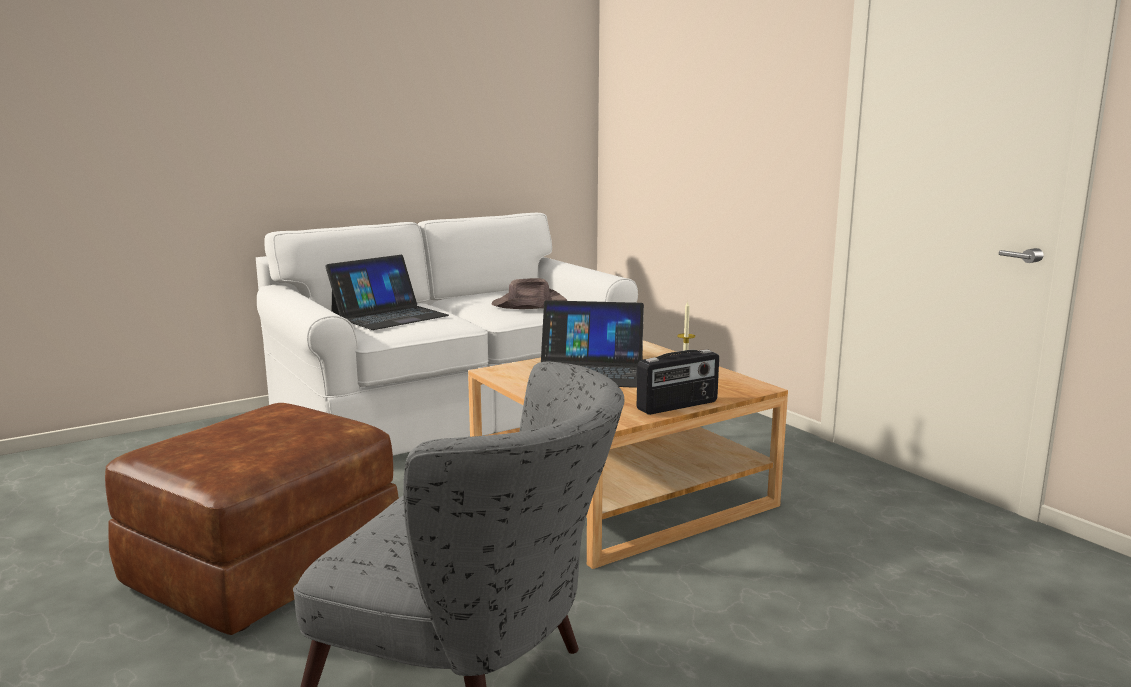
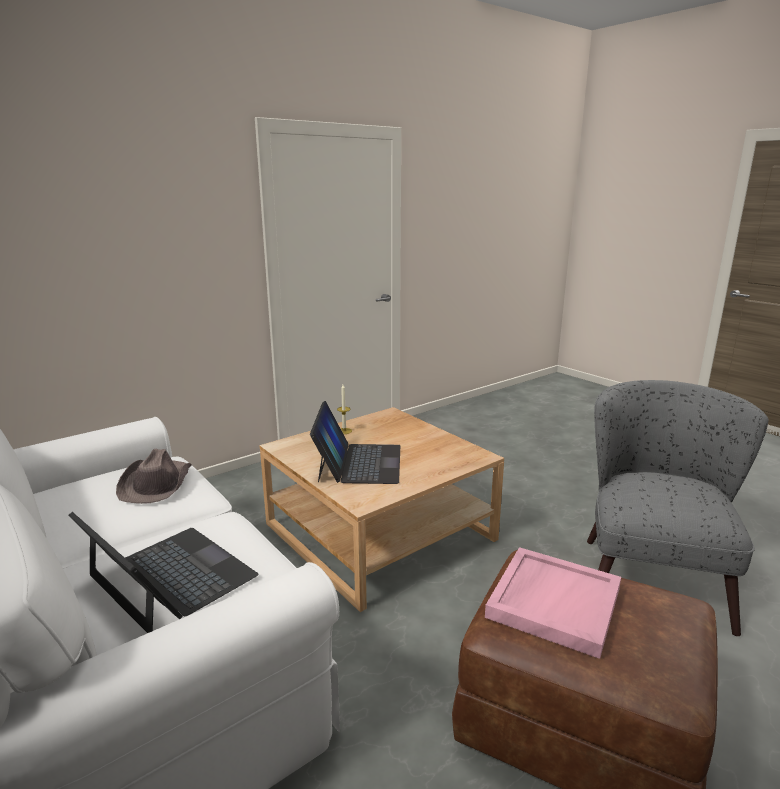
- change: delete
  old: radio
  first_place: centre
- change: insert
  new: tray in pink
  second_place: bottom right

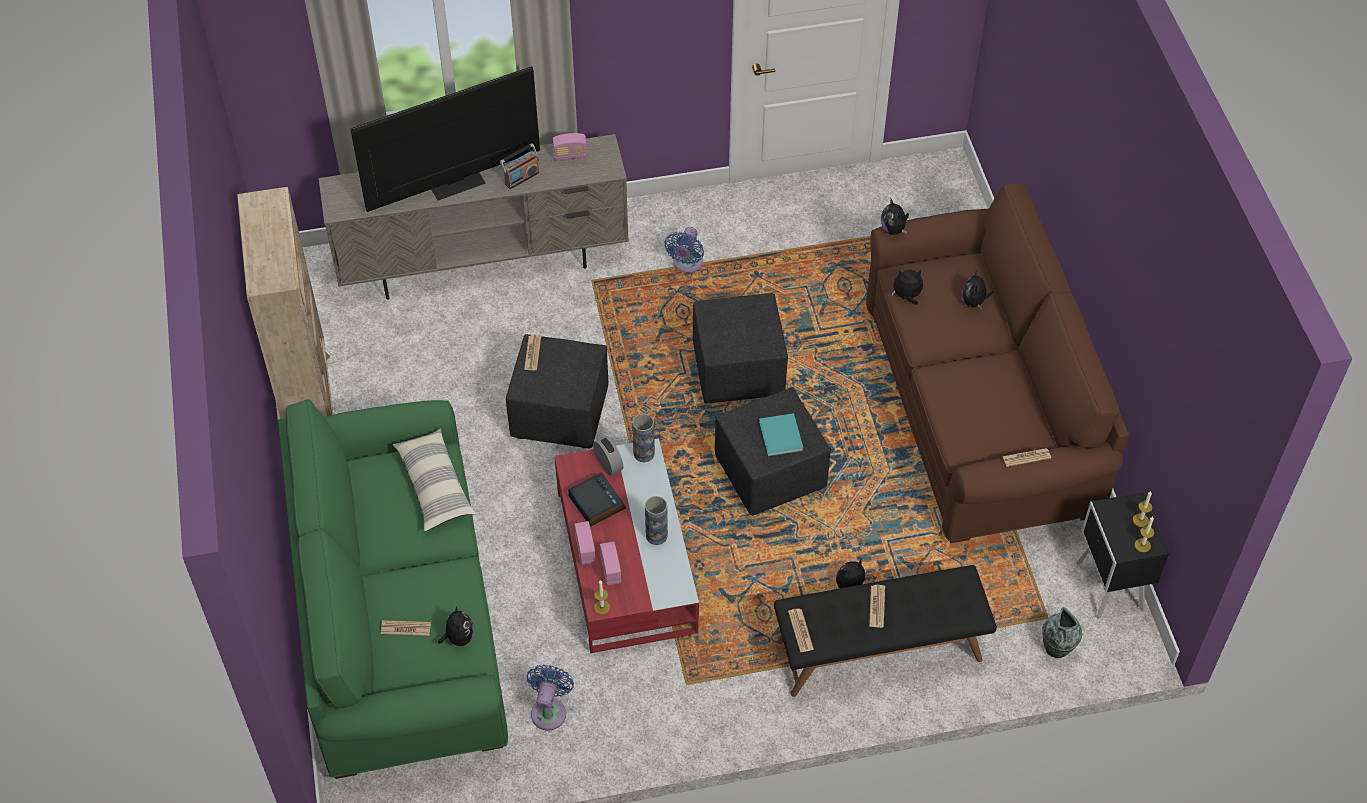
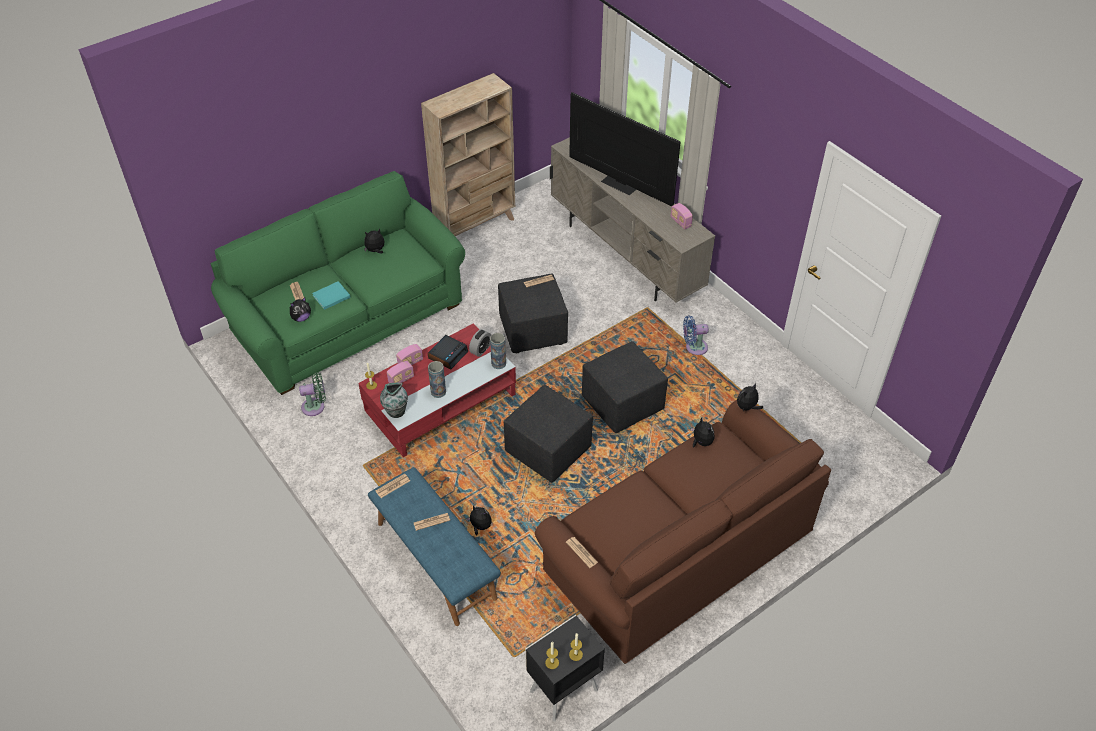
- change: delete
  old: pillow
  first_place: middle left
- change: delete
  old: radio (1st from left)
  first_place: top centre
- change: recolor
  old: fan in blue (1st from left)
  new: fan in green
  first_place: bottom centre
  second_place: middle left
- change: move
  old: book in turquoise
  first_place: centre
  second_place: middle left
- change: recolor
  old: bench in black
  new: bench in blue
  first_place: bottom centre
  second_place: bottom centre
- change: move
  old: plush toy (5th from left in the first image)
  new: plush toy (2nd from left)
  first_place: middle right
  second_place: top centre
- change: move
  old: vase (3rd from left in the first image)
  new: vase (1st from left)
  first_place: bottom right
  second_place: centre

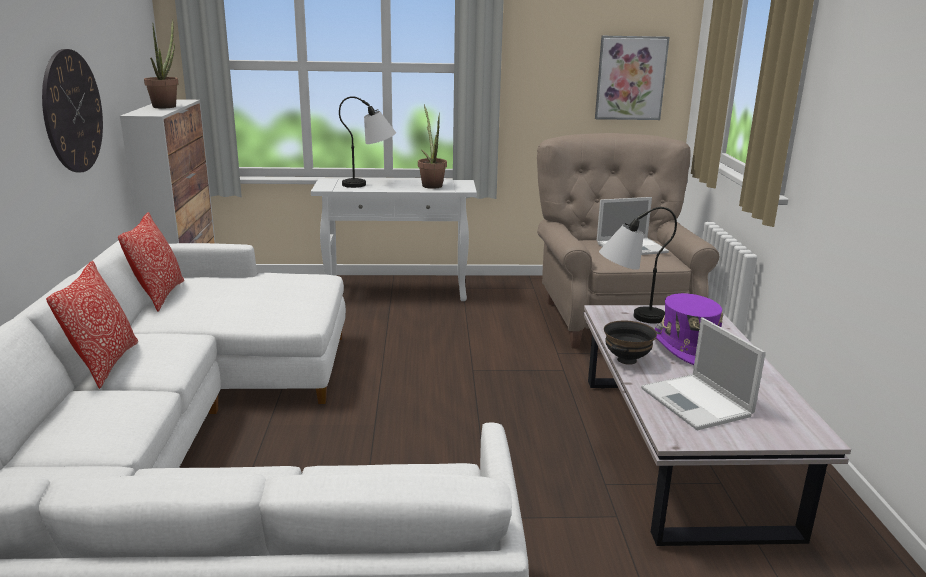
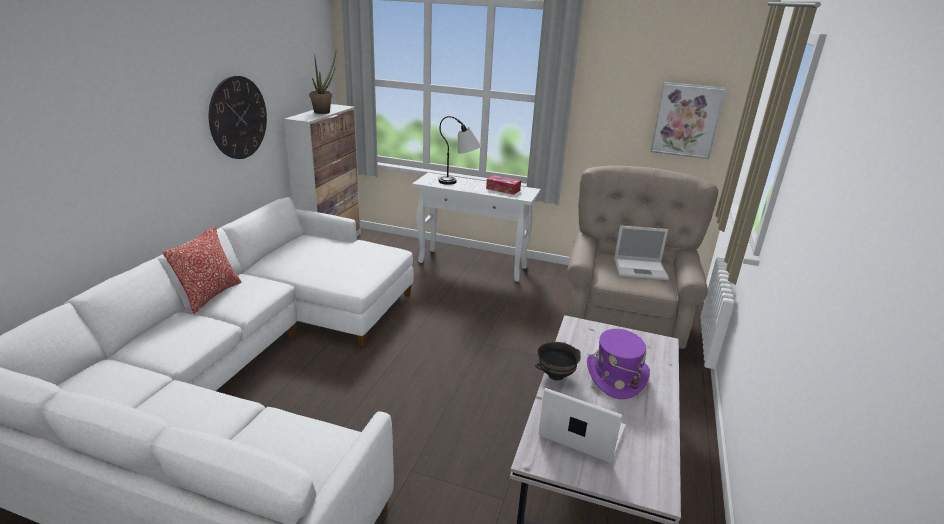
- change: delete
  old: pillow (2nd from left)
  first_place: middle left
- change: replace
  old: potted plant (2nd from left)
  new: tissue box
  first_place: top centre
  second_place: centre
- change: delete
  old: table lamp (2nd from left)
  first_place: middle right
- change: rotate
  old: laptop (2nd from left in the first image)
  first_place: middle right
  second_place: bottom centre
  degrees: 120

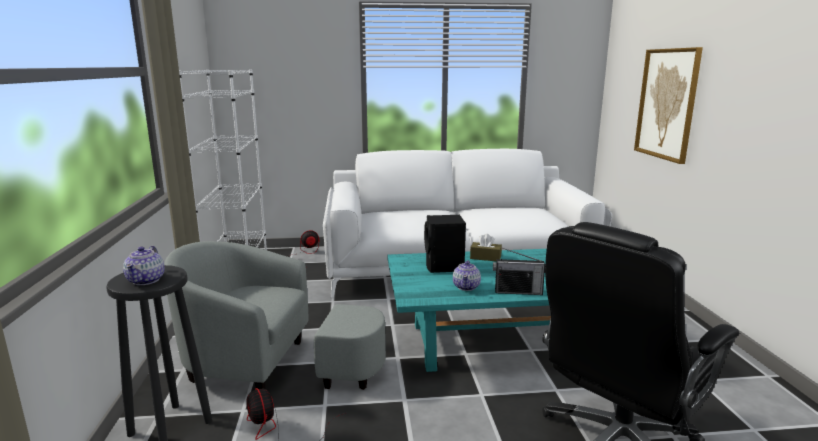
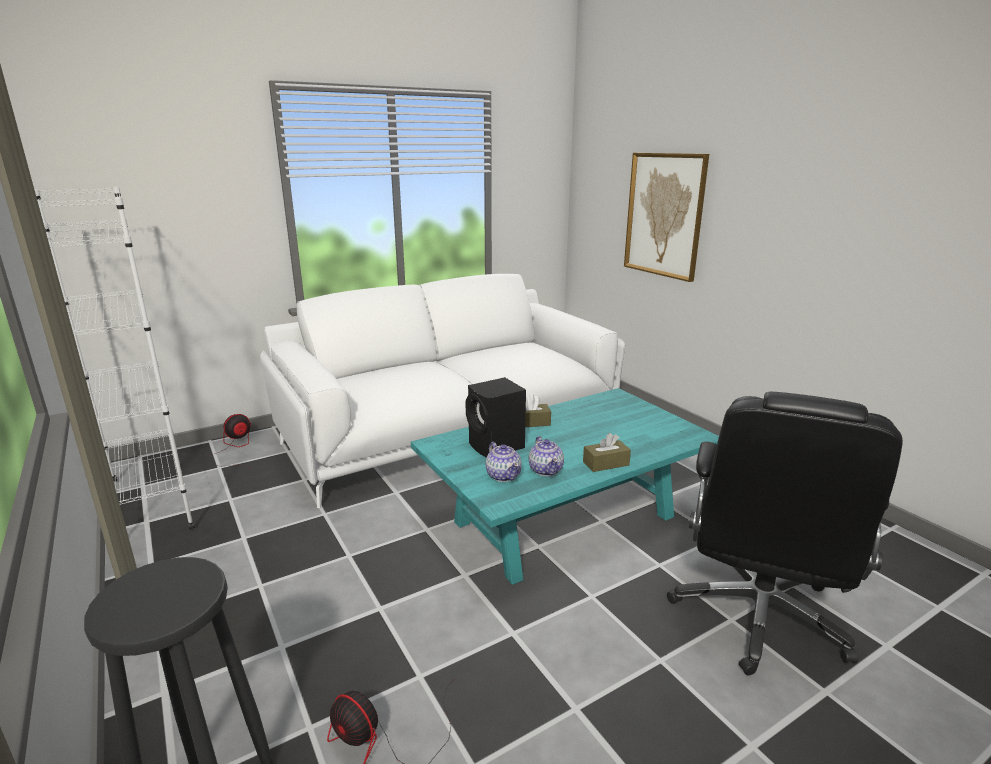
- change: move
  old: teapot (1st from left)
  first_place: middle left
  second_place: centre
- change: delete
  old: armchair in grey
  first_place: bottom centre
- change: replace
  old: radio
  new: tissue box in brown (2nd from left)
  first_place: centre
  second_place: centre

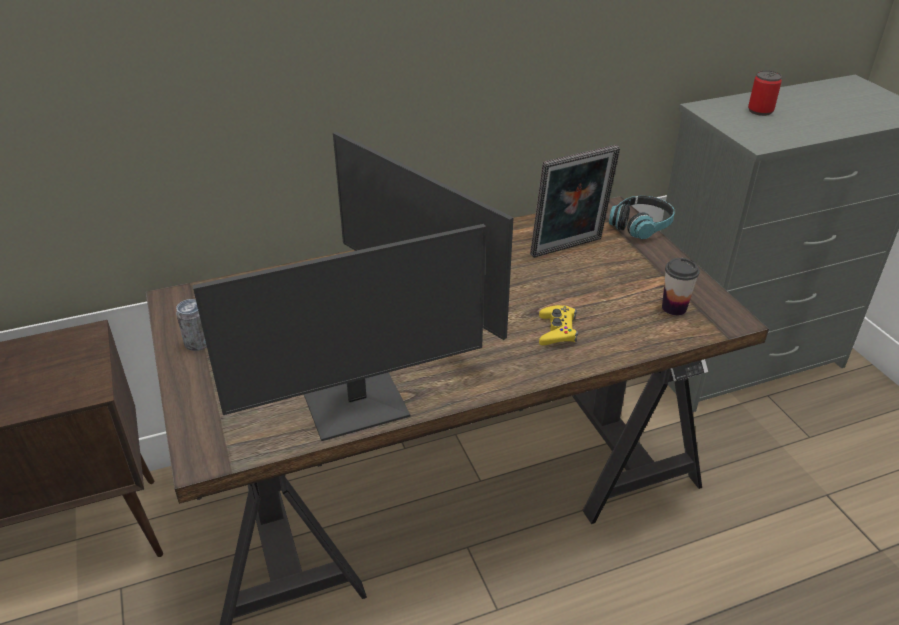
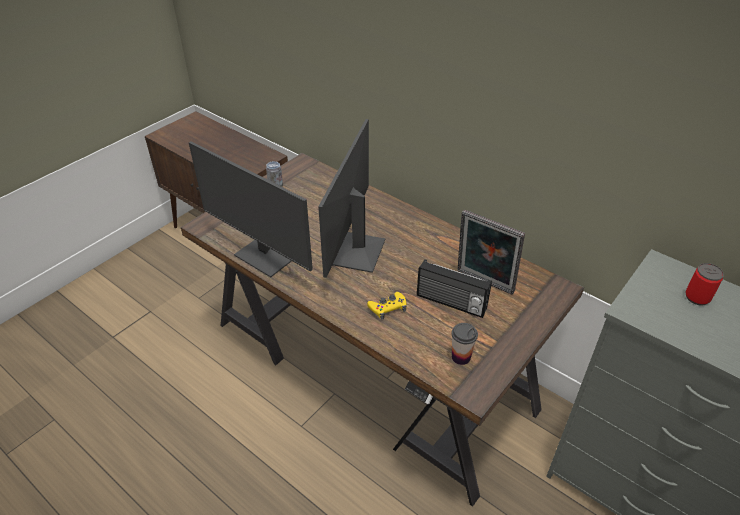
- change: delete
  old: headphones
  first_place: middle right
- change: insert
  new: radio
  second_place: centre

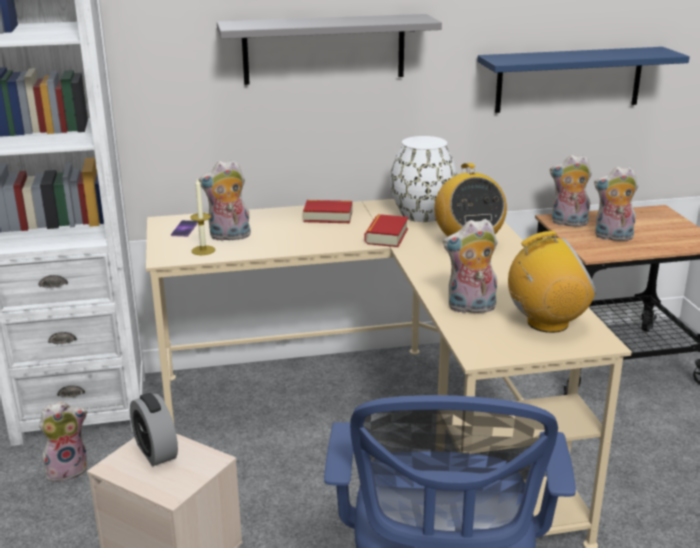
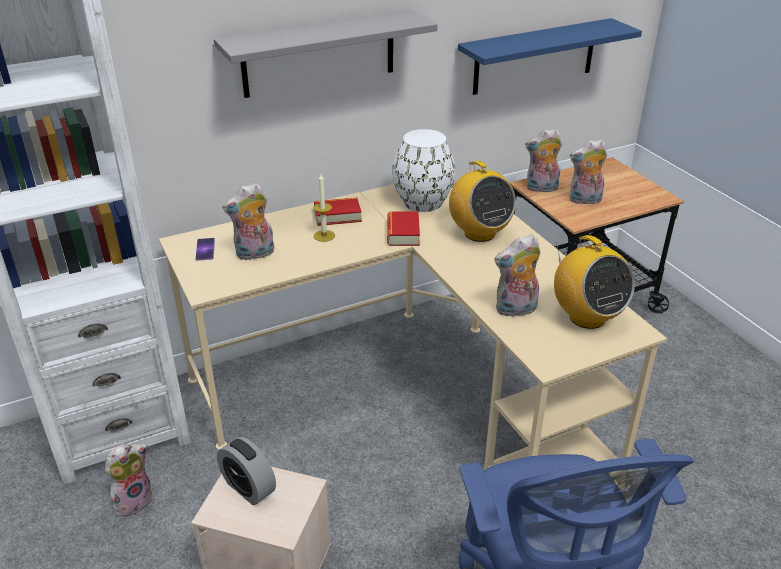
- change: move
  old: candle
  first_place: middle left
  second_place: centre
- change: rotate
  old: radio (2nd from left)
  first_place: middle right
  second_place: middle right
  degrees: 90

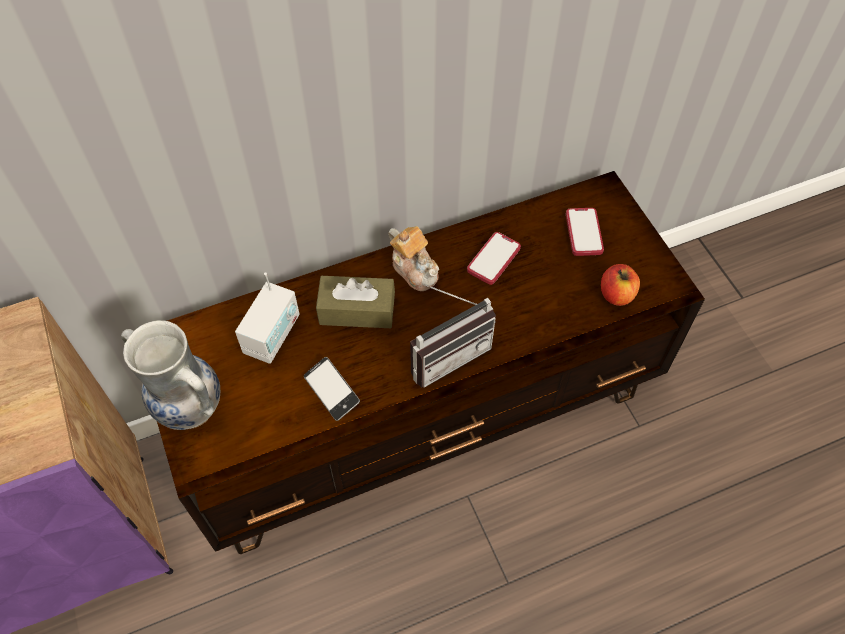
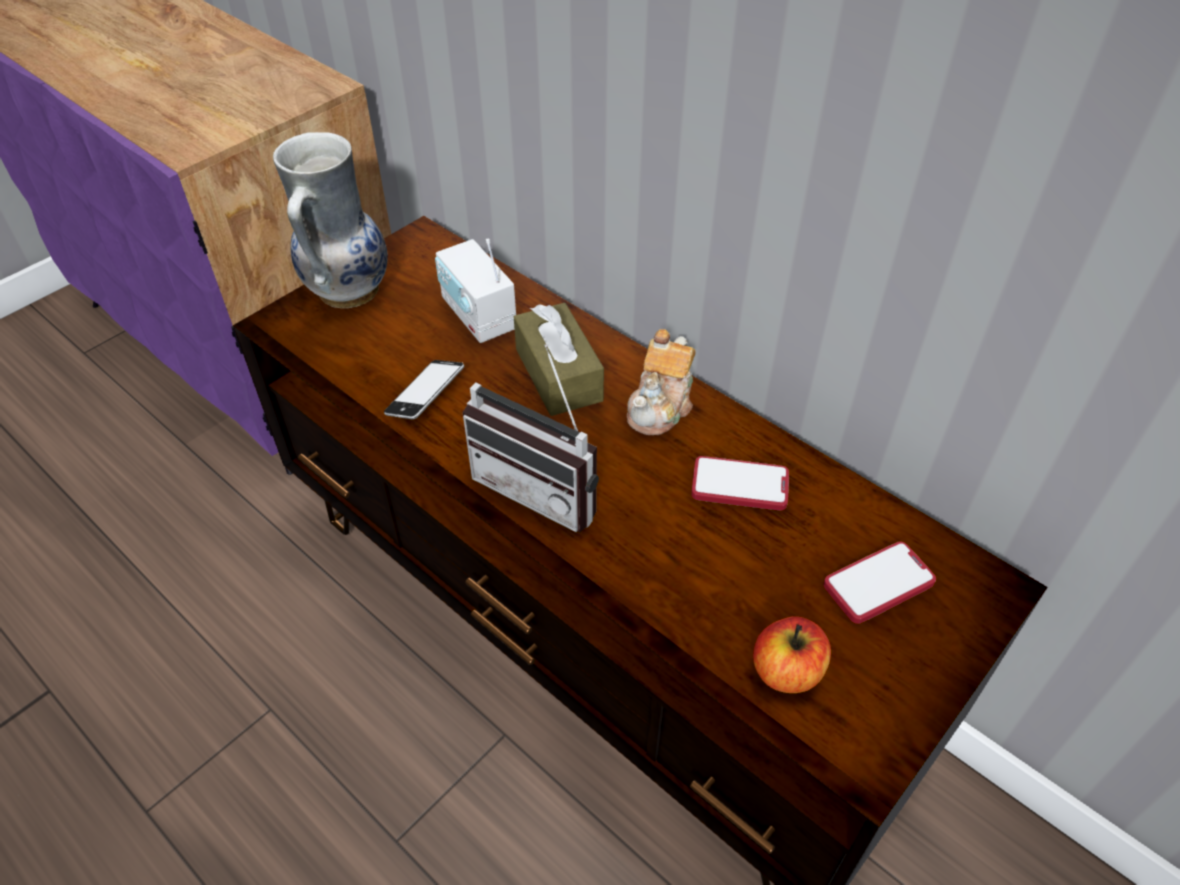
- change: rotate
  old: radio (1st from left)
  first_place: middle left
  second_place: top centre
  degrees: 60

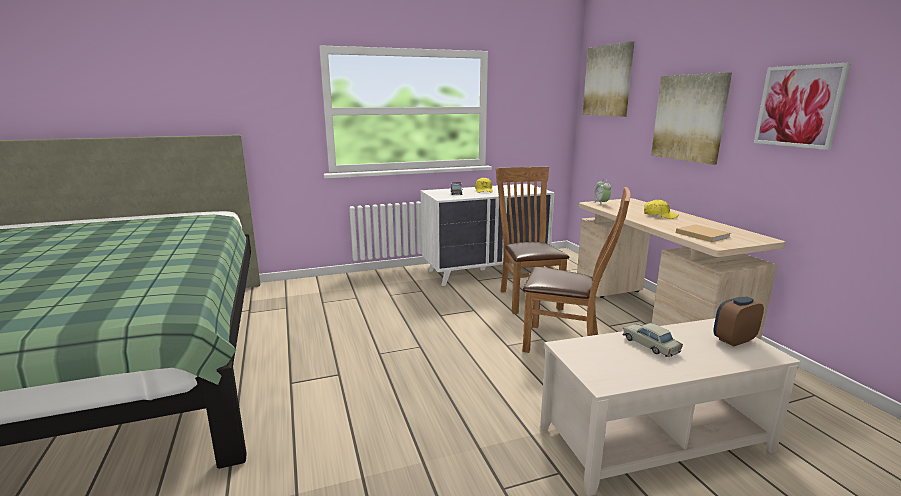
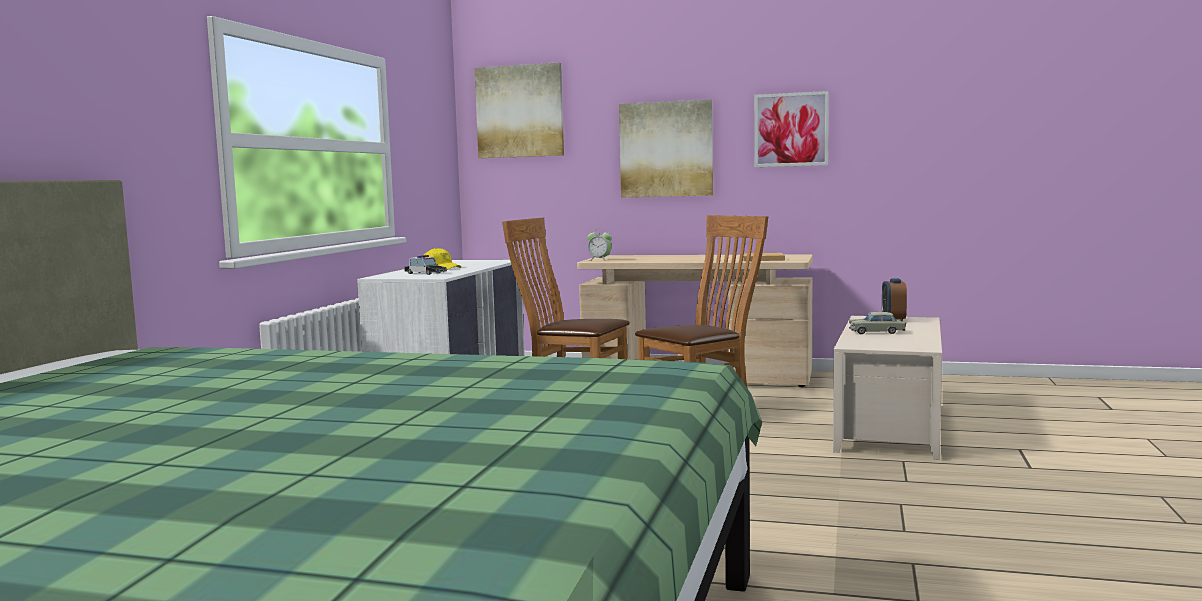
- change: delete
  old: cap in yellow (2nd from left)
  first_place: middle right

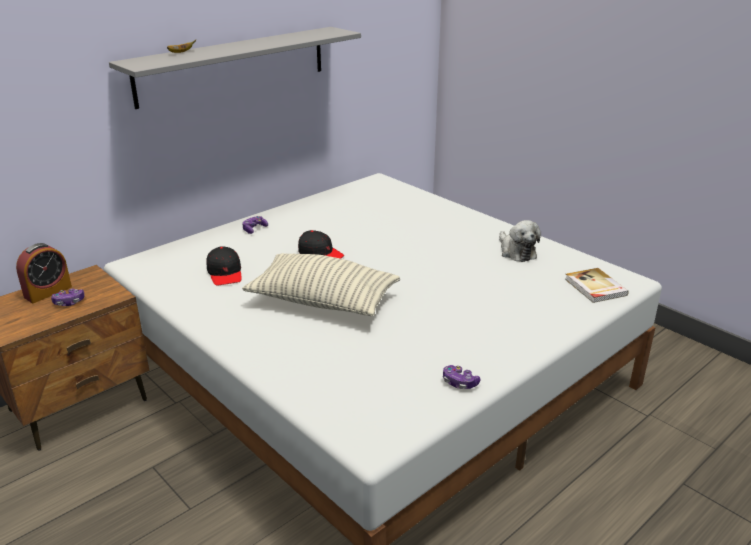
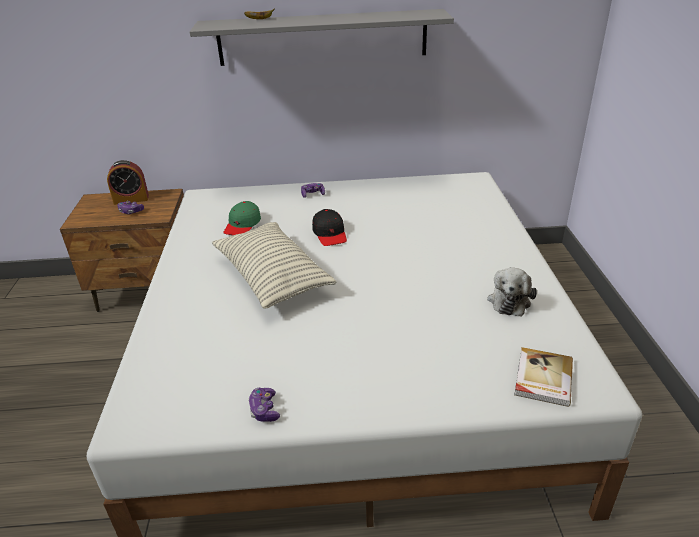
- change: recolor
  old: cap in black (1st from left)
  new: cap in green
  first_place: middle left
  second_place: centre

